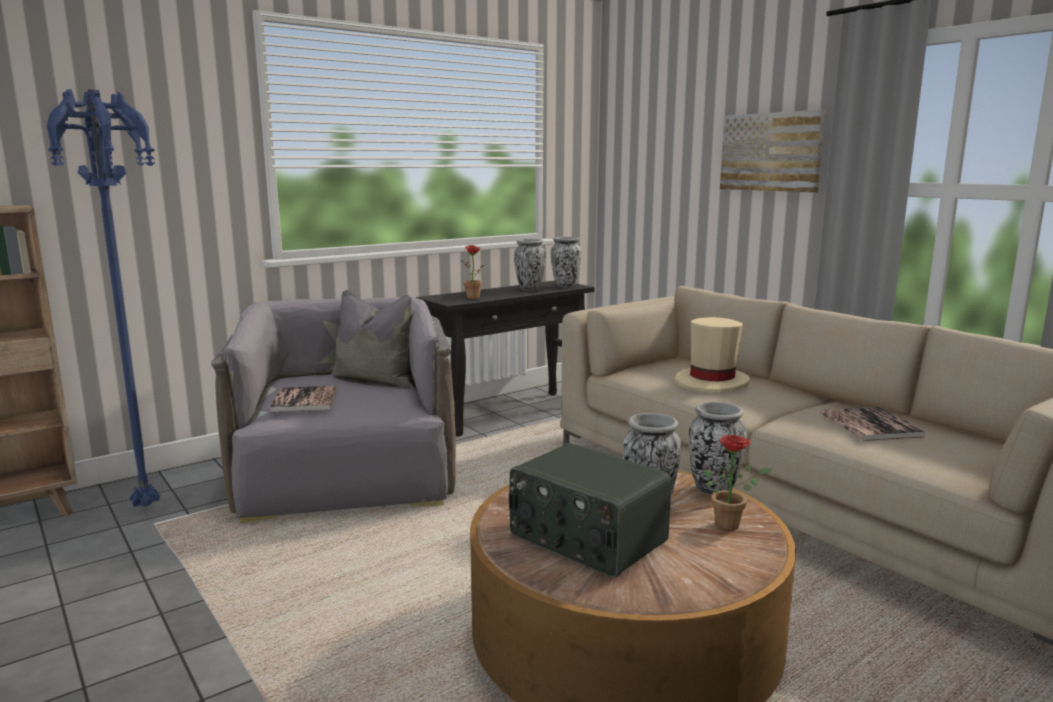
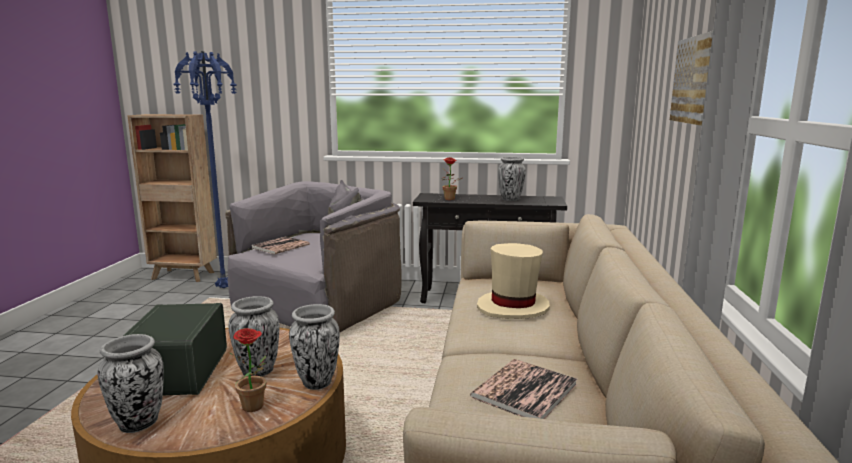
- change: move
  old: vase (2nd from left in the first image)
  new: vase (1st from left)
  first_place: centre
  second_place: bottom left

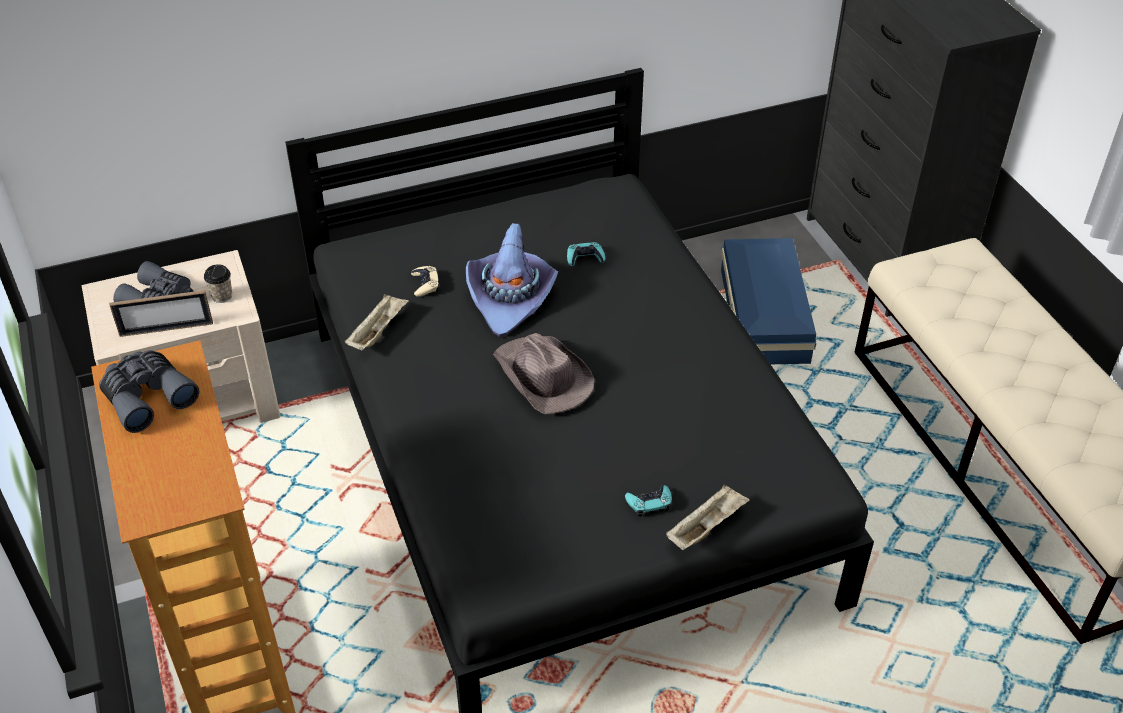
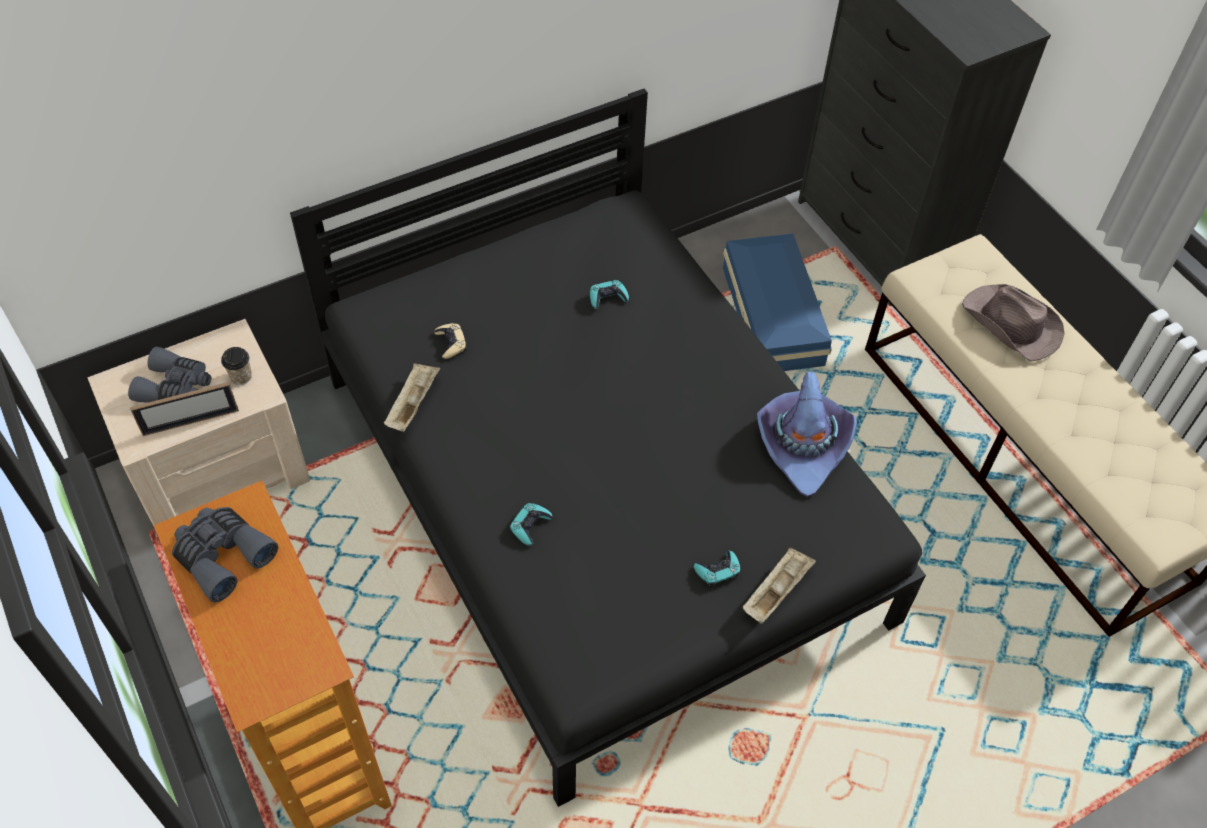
- change: move
  old: hat in purple
  first_place: centre
  second_place: middle right
- change: move
  old: hat in brown
  first_place: centre
  second_place: middle right
- change: insert
  new: game controller in turquoise (1st from left)
  second_place: centre

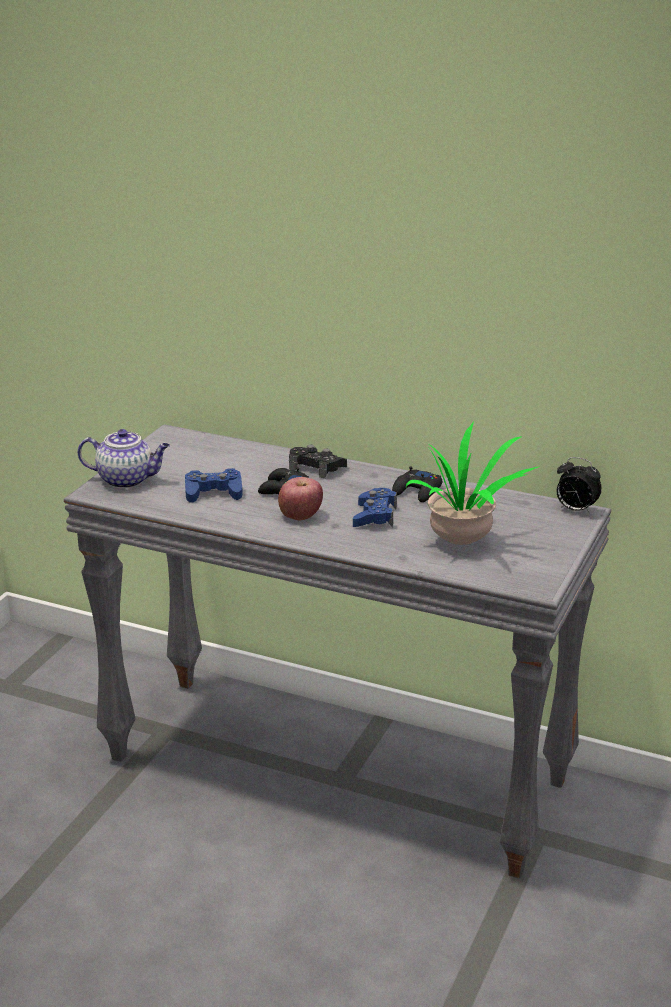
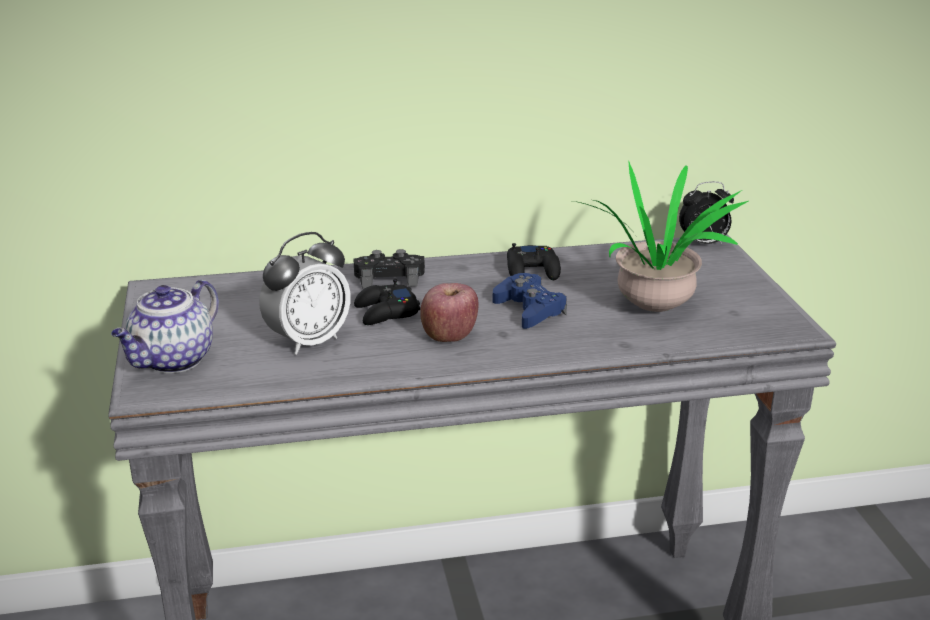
- change: rotate
  old: teapot
  first_place: middle left
  second_place: middle left
  degrees: 150
- change: replace
  old: game controller in blue (1st from left)
  new: alarm clock (1st from left)
  first_place: middle left
  second_place: middle left

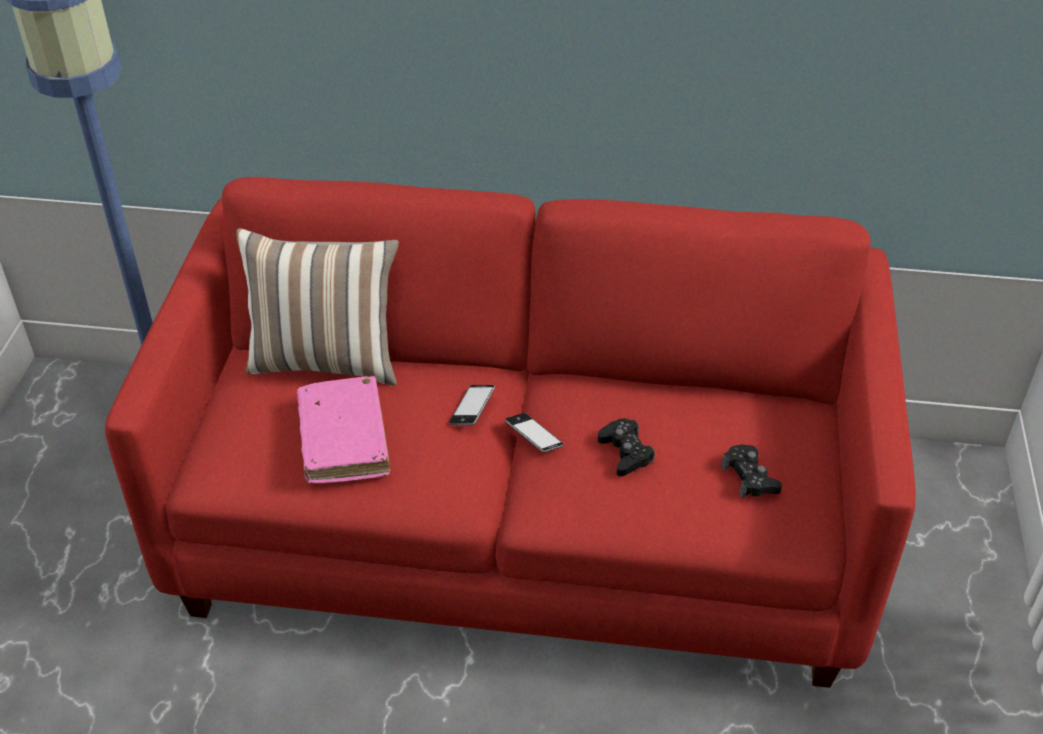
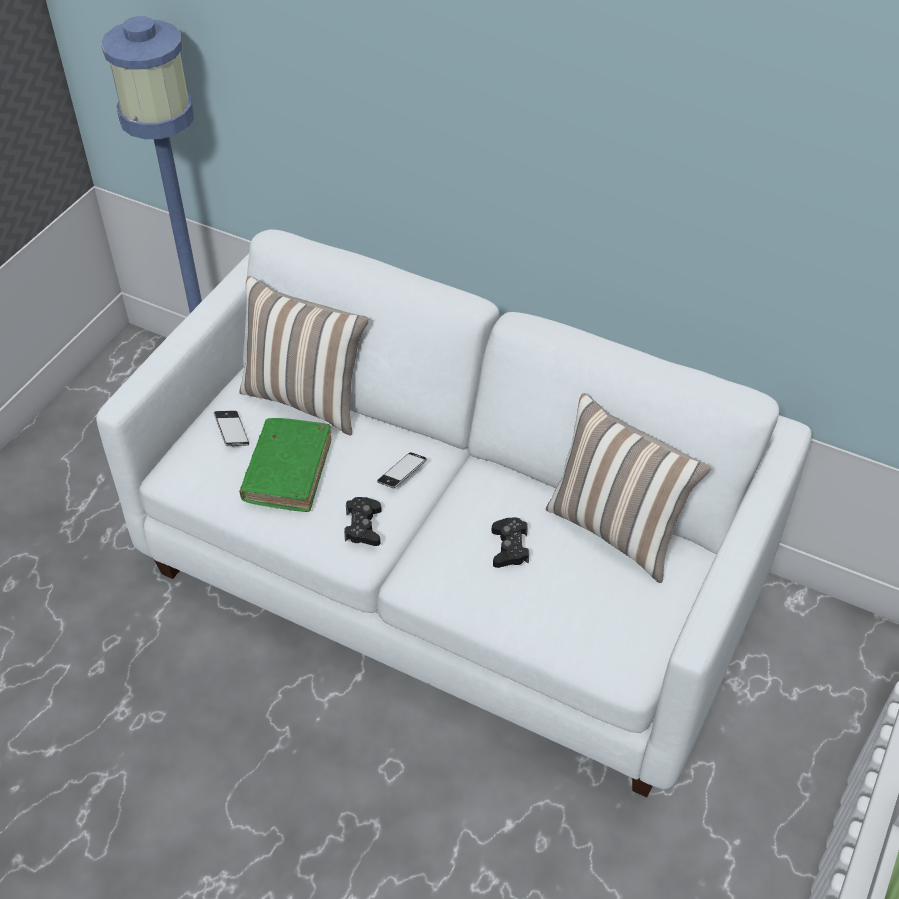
- change: recolor
  old: sofa in red
  new: sofa in white
  first_place: centre
  second_place: centre
- change: recolor
  old: book in pink
  new: book in green
  first_place: middle left
  second_place: middle left
- change: move
  old: phone (2nd from left in the first image)
  new: phone (1st from left)
  first_place: centre
  second_place: middle left
- change: move
  old: game controller in black (2nd from left in the first image)
  new: game controller in black (1st from left)
  first_place: middle right
  second_place: centre
- change: insert
  new: pillow (2nd from left)
  second_place: middle right

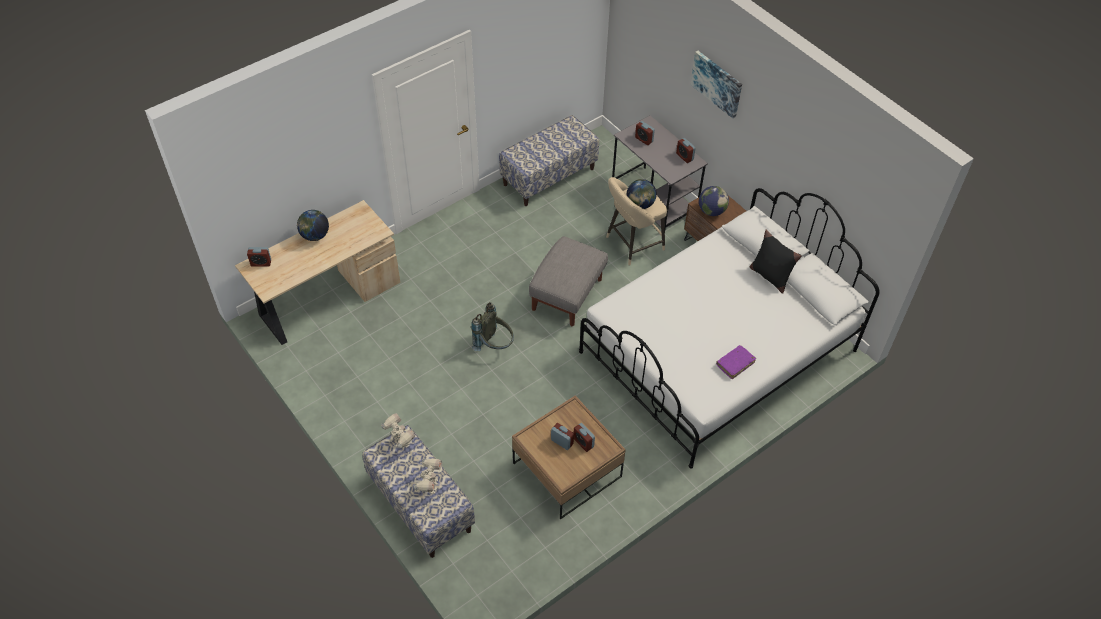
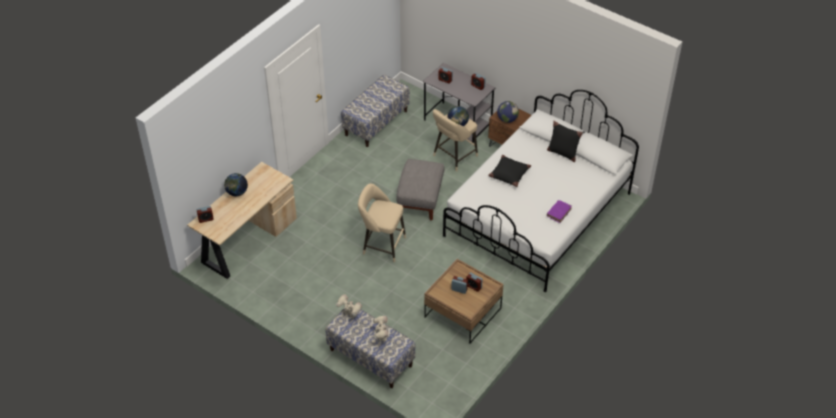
- change: replace
  old: backpack in grey
  new: stool in beige (1st from left)
  first_place: centre
  second_place: centre
- change: delete
  old: picture
  first_place: top centre
- change: insert
  new: pillow in black (1st from left)
  second_place: centre

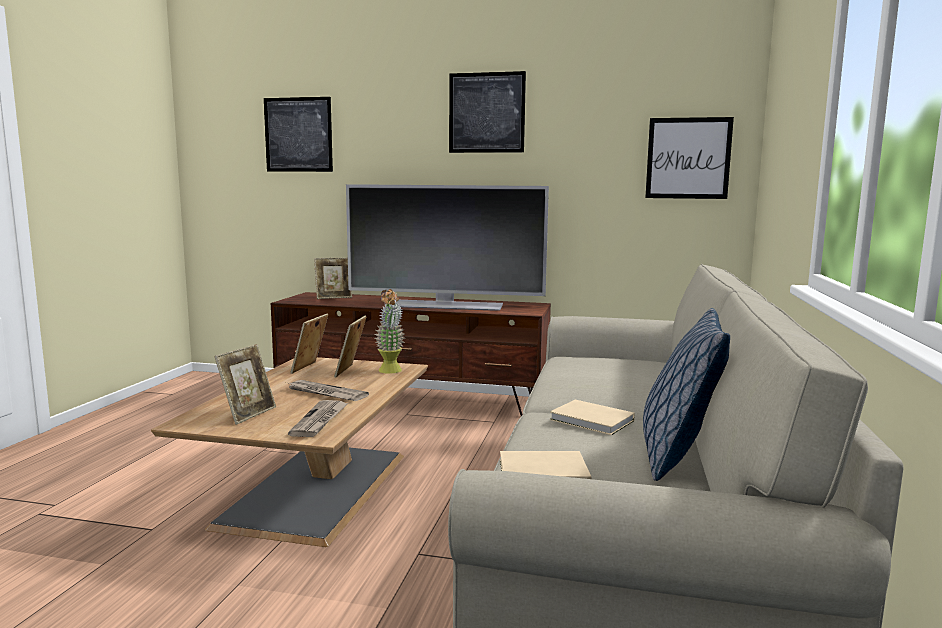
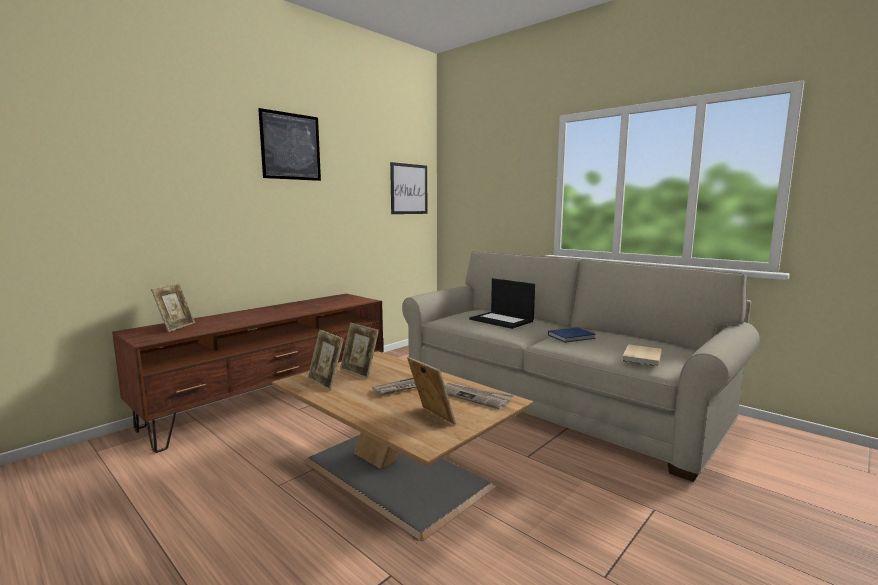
- change: delete
  old: picture (1st from left)
  first_place: top left
- change: delete
  old: television
  first_place: centre
- change: delete
  old: potted plant
  first_place: centre
- change: recolor
  old: book in beige (2nd from left)
  new: book in blue
  first_place: centre
  second_place: centre
- change: delete
  old: pillow
  first_place: middle right
- change: insert
  new: laptop
  second_place: centre

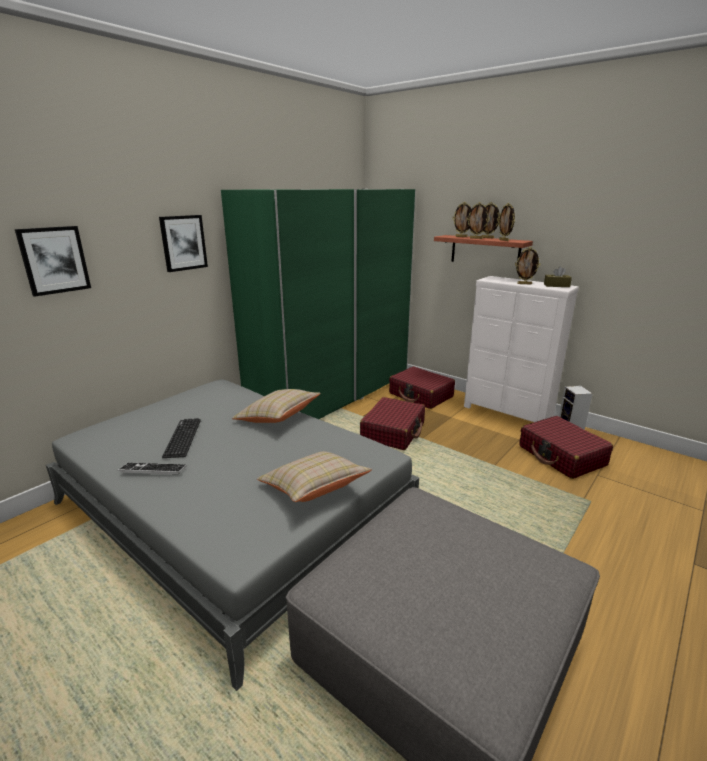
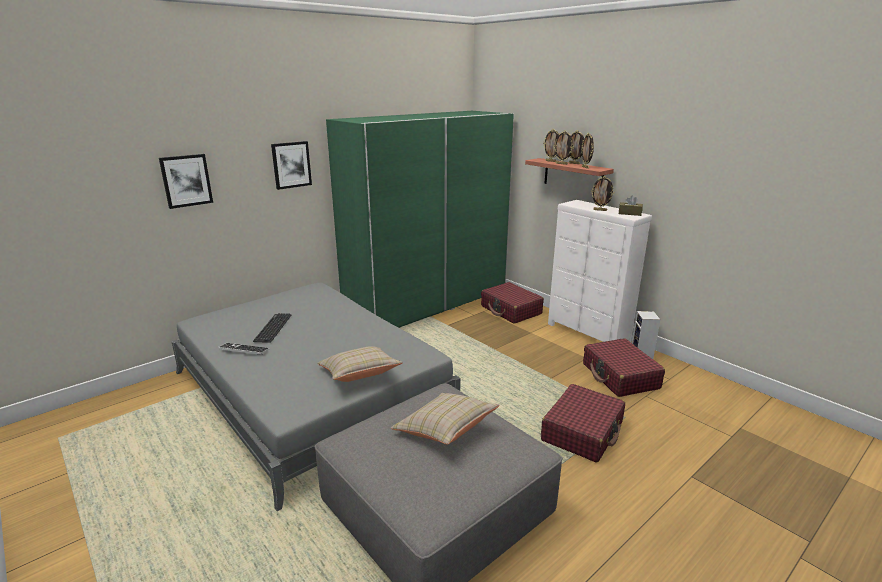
- change: move
  old: pillow in beige (1st from left in the first image)
  new: pillow in beige (2nd from left)
  first_place: centre
  second_place: bottom centre
- change: move
  old: suitcase in red (1st from left in the first image)
  new: suitcase in red (2nd from left)
  first_place: centre
  second_place: bottom centre

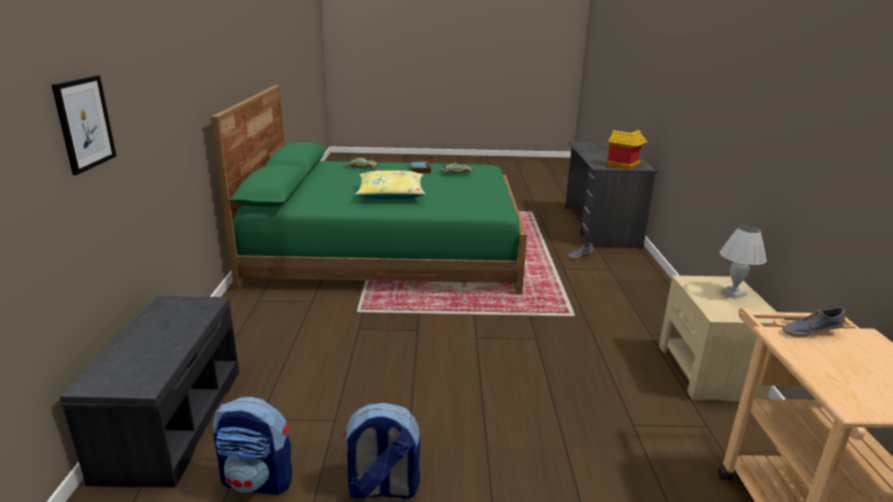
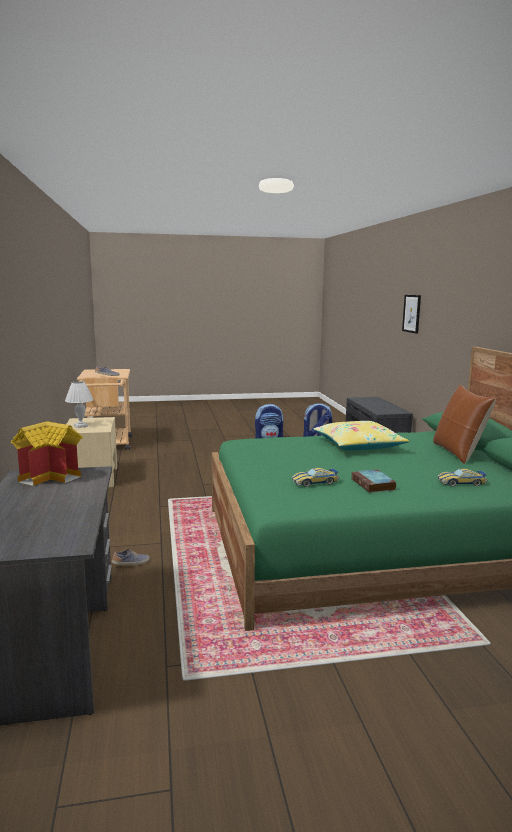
- change: insert
  new: pillow in brown
  second_place: middle right

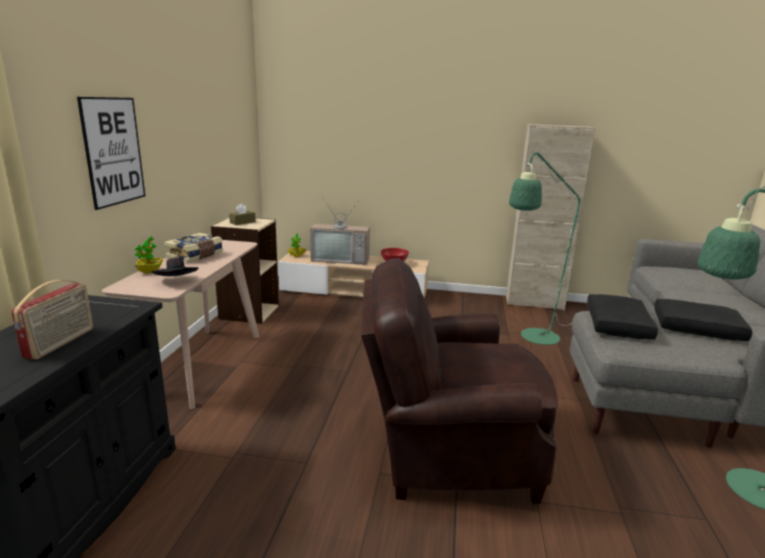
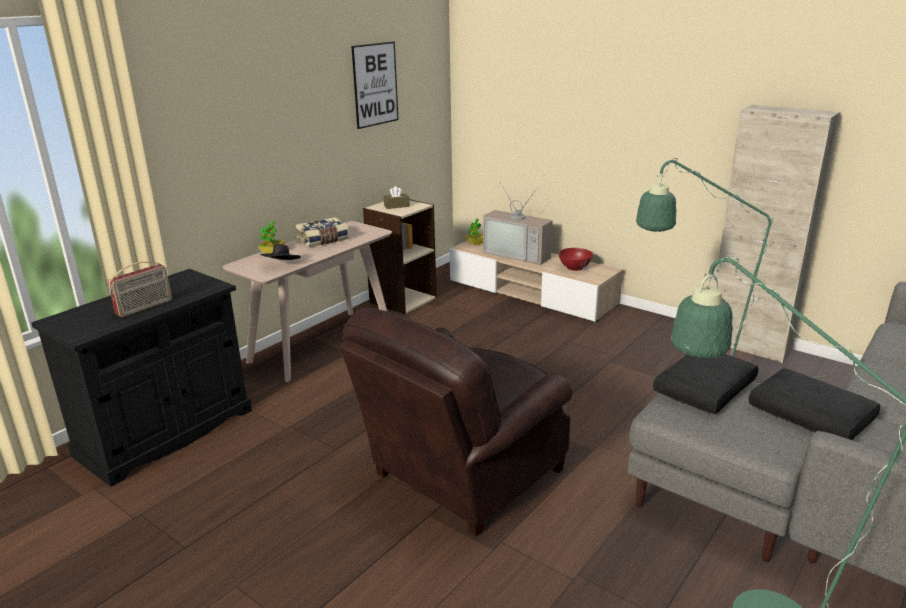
- change: move
  old: picture
  first_place: top left
  second_place: top centre
- change: rotate
  old: armchair in brown
  first_place: bottom centre
  second_place: bottom centre
  degrees: -75

